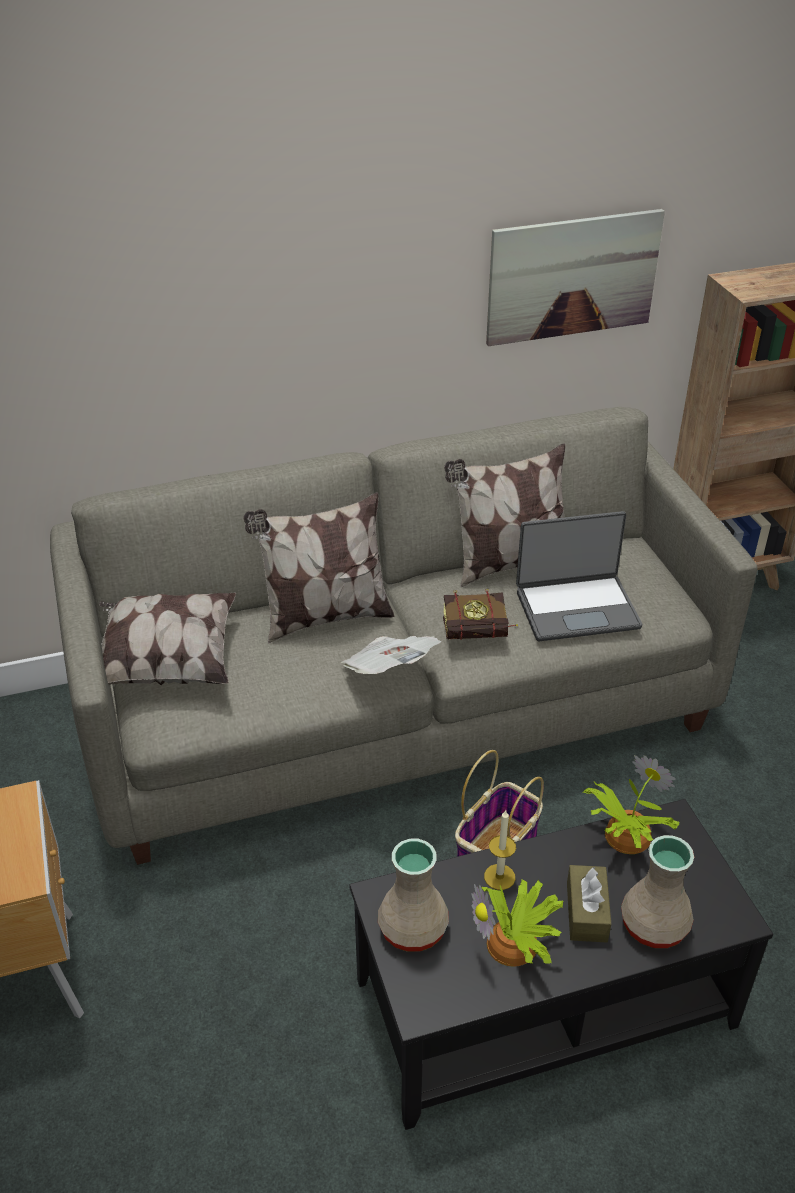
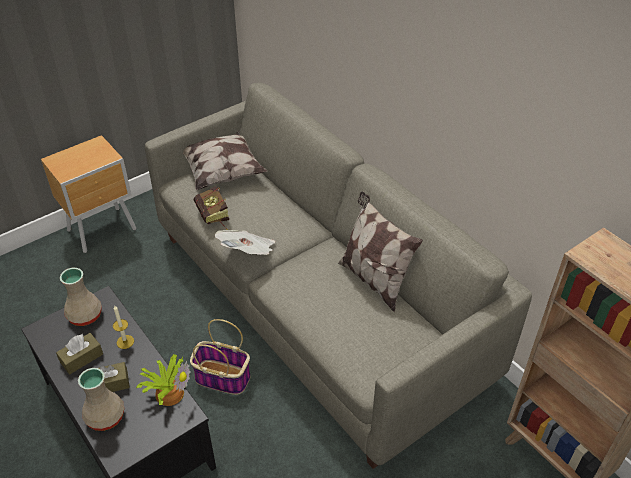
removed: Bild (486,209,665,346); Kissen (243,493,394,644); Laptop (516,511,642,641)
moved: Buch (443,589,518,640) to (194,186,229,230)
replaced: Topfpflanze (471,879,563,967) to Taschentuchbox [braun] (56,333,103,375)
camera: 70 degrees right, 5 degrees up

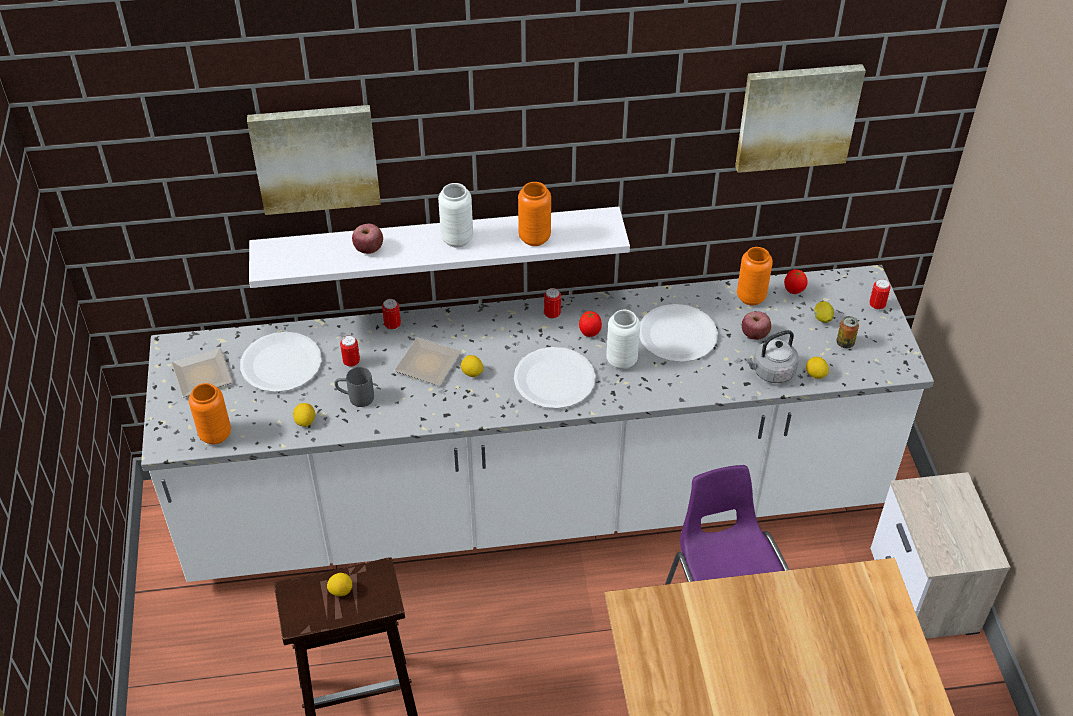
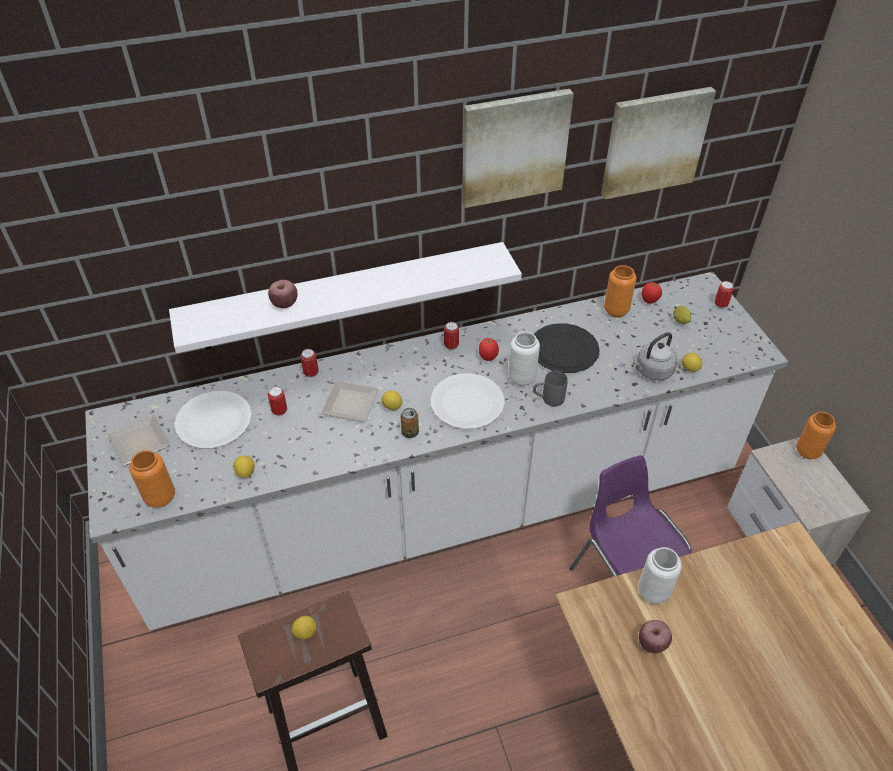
moved: Bild (247,105,381,215) to (462,89,574,208); Vase [orange] (518,182,551,246) to (796,412,836,459); Vase [weiß] (438,183,473,248) to (638,547,682,604); Apfel (742,311,771,340) to (639,620,672,653); Dose (836,316,859,348) to (400,408,419,438); Henkelbecher [grau] (335,367,374,407) to (533,371,568,406)
recoloured: Teller [weiß] (639,304,718,362) to Teller [schwarz] (534,323,600,373)
camera: 10 degrees left, 0 degrees up

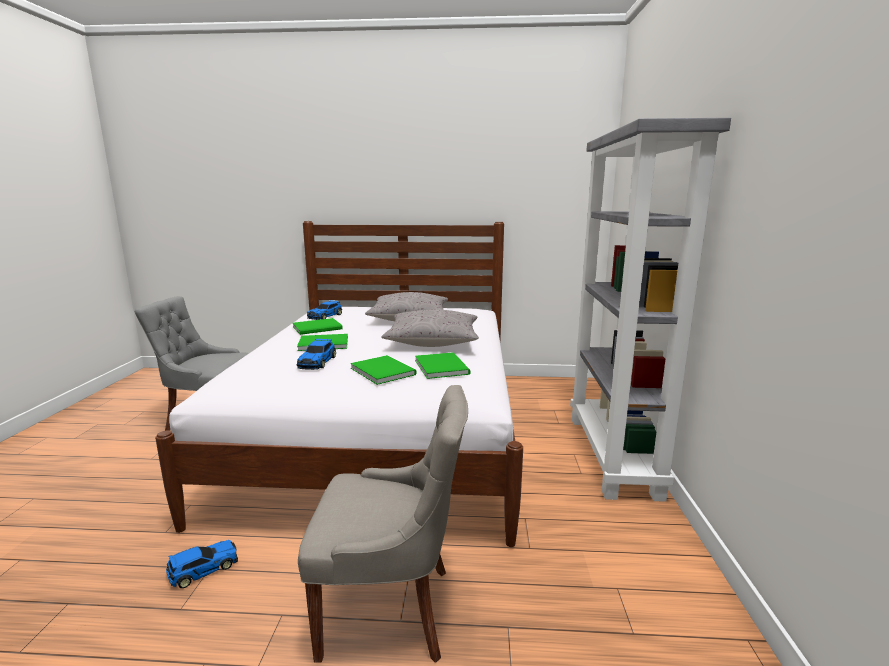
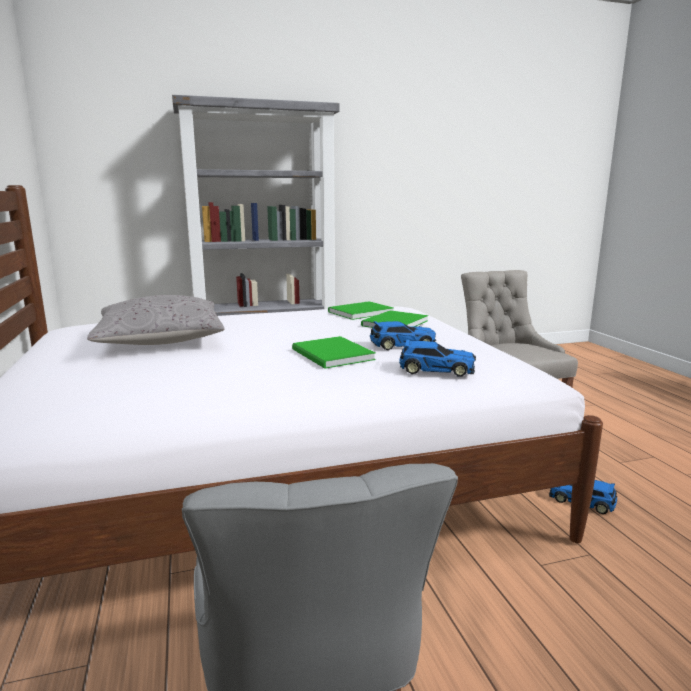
removed: Kissen [grau] (381,310,479,347); Buch [grün] (293,318,343,335)
moved: Spielzeugauto (307,300,342,320) to (399,339,476,376)
camera: 110 degrees left, 0 degrees up

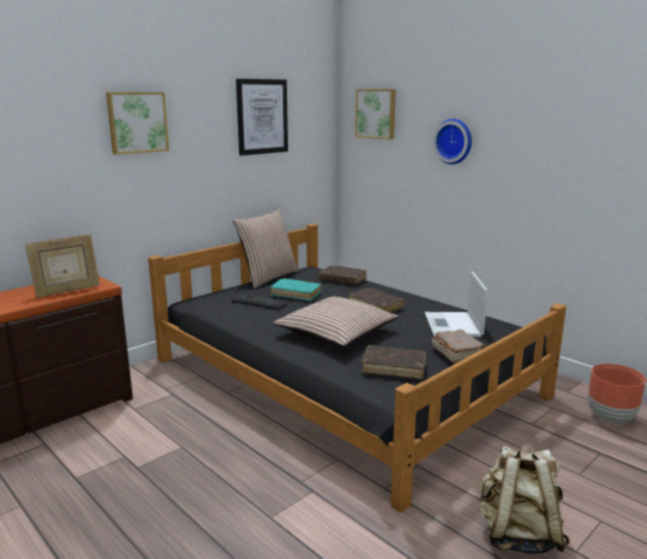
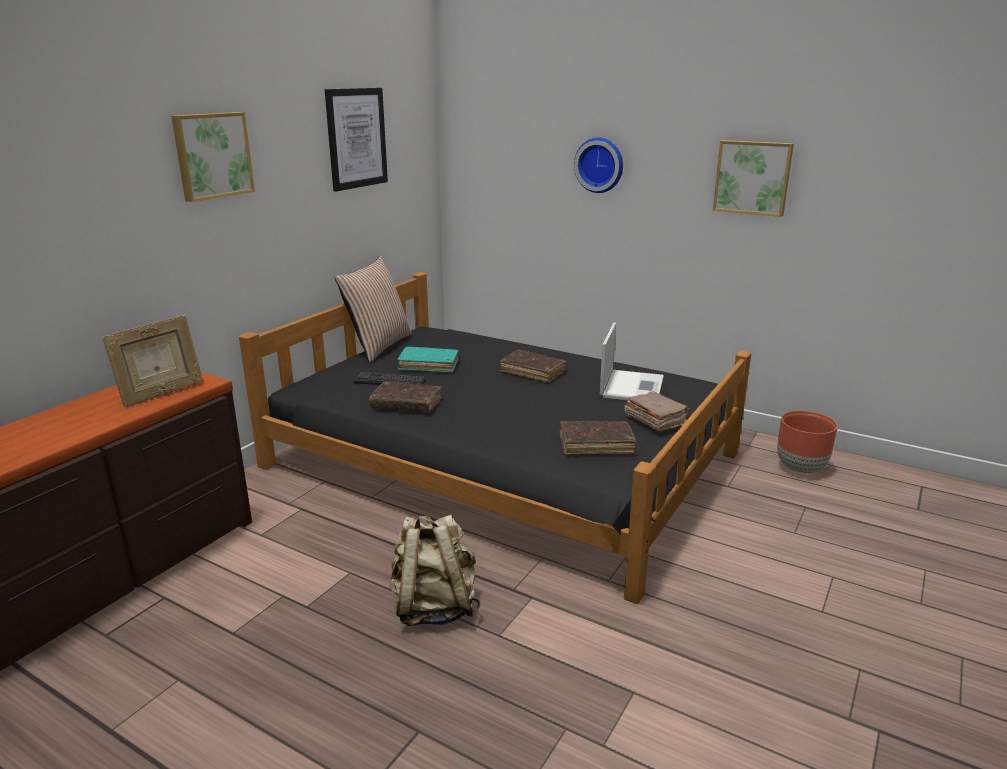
removed: Kissen (273,297,399,346)
moved: Bild (355,89,396,139) to (713,140,794,217); Buch [braun] (319,265,367,284) to (369,381,442,412); Rucksack [beige] (479,445,570,554) to (389,515,480,626)
turned: Laptop (425,271,488,337) = (600,322,664,401) 150 degrees counterclockwise
camera: 15 degrees left, 5 degrees up

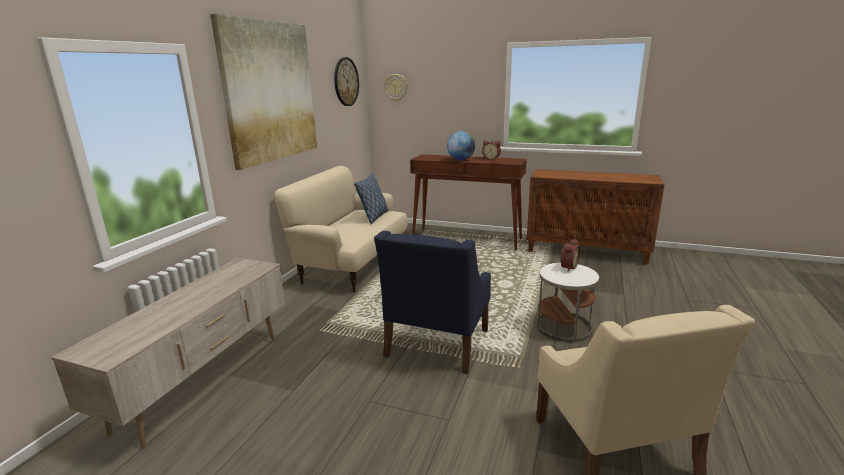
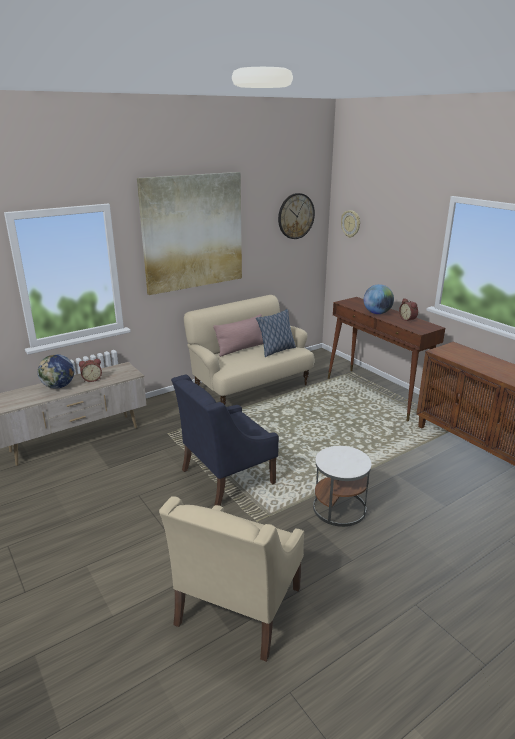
added: Kissen [rosa] (213,314,264,357); Globus (38,354,74,389)
moved: Wecker (559,239,580,272) to (79,359,102,382)
camera: 35 degrees right, 5 degrees up

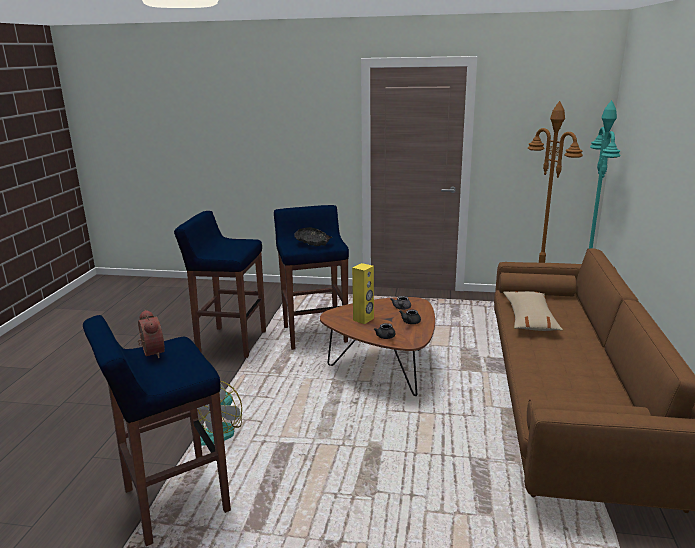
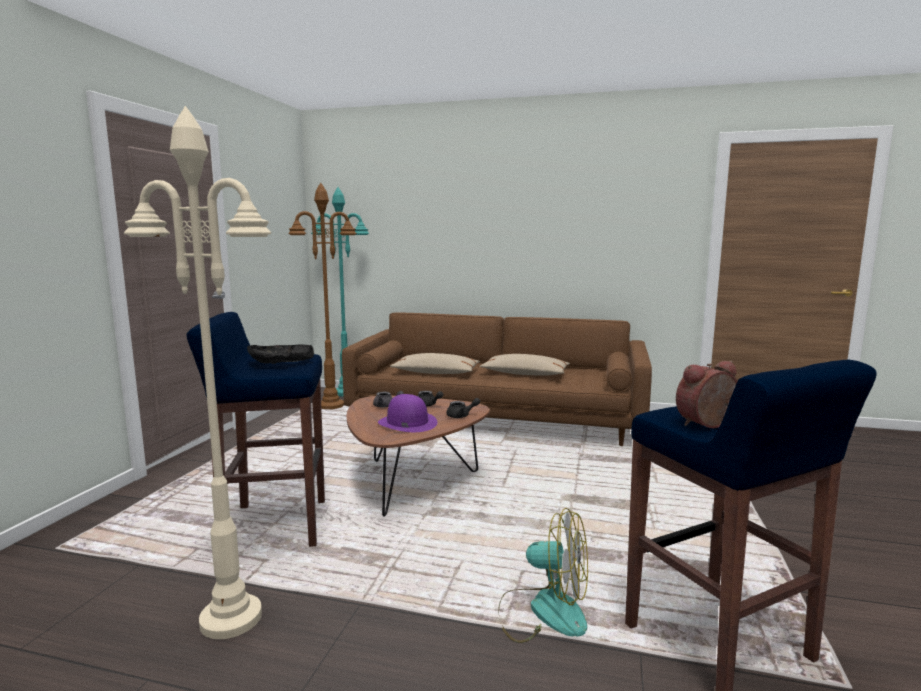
added: Kissen [beige] (480,354,570,376)
replaced: Hocker [blau] (174,211,266,358) to Stehlampe [beige] (124,106,271,639); Lautsprecher [gelb] (352,263,374,324) to Hut [lila] (378,394,437,432)
camera: 85 degrees left, 10 degrees down

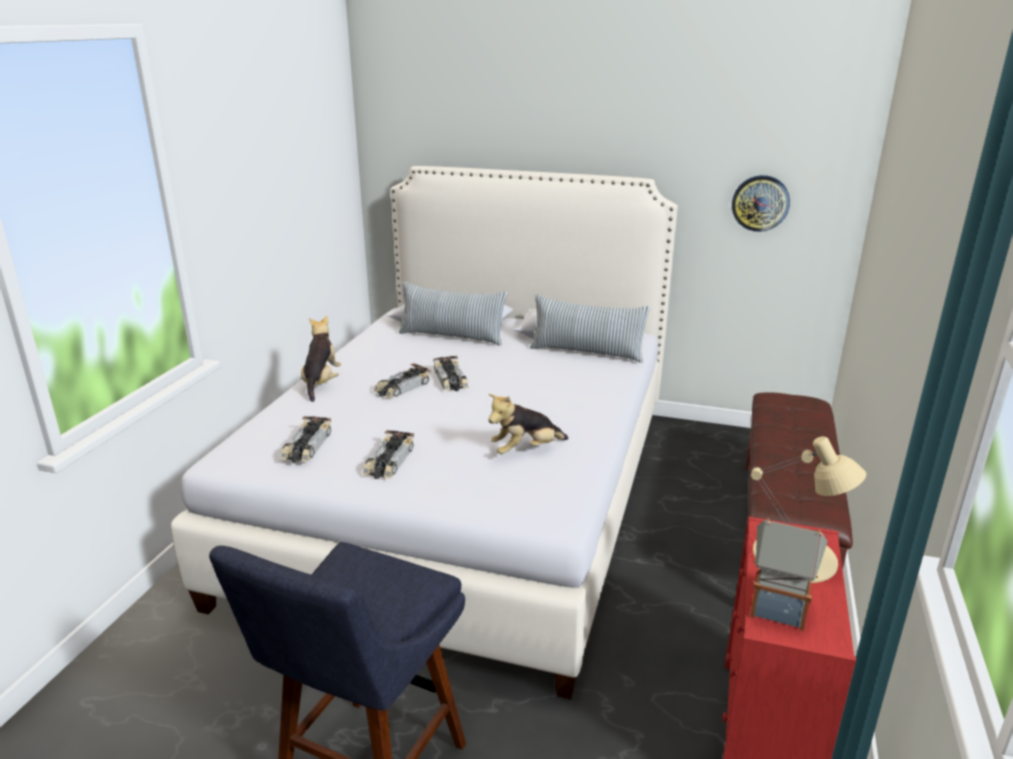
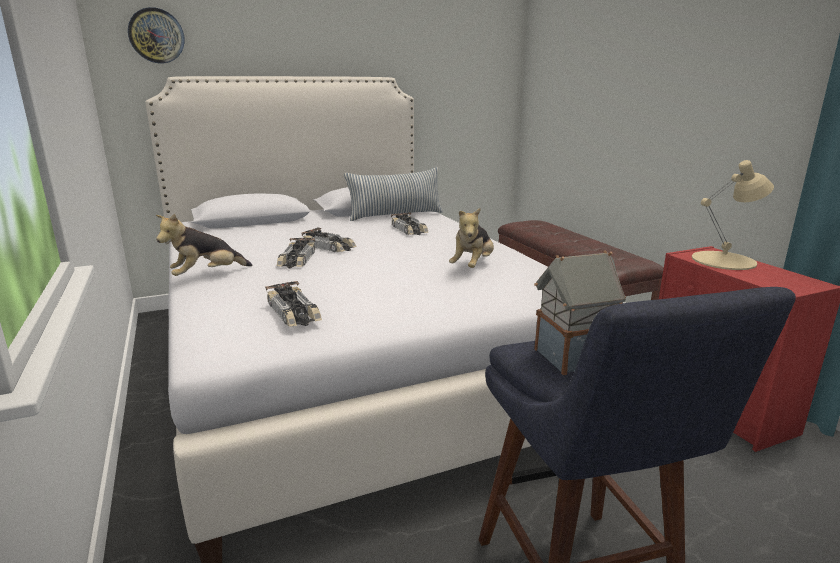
removed: Kissen (399,282,507,346)
moved: Wanduhr (732,175,790,232) to (128,7,185,63); Spielzeugauto (362,430,414,479) to (391,212,429,235); Spielzeughaus (750,518,828,631) to (534,250,626,375)
turned: Plüschtier (301,316,341,402) = (156,214,252,276) 90 degrees counterclockwise
camera: 40 degrees left, 5 degrees down

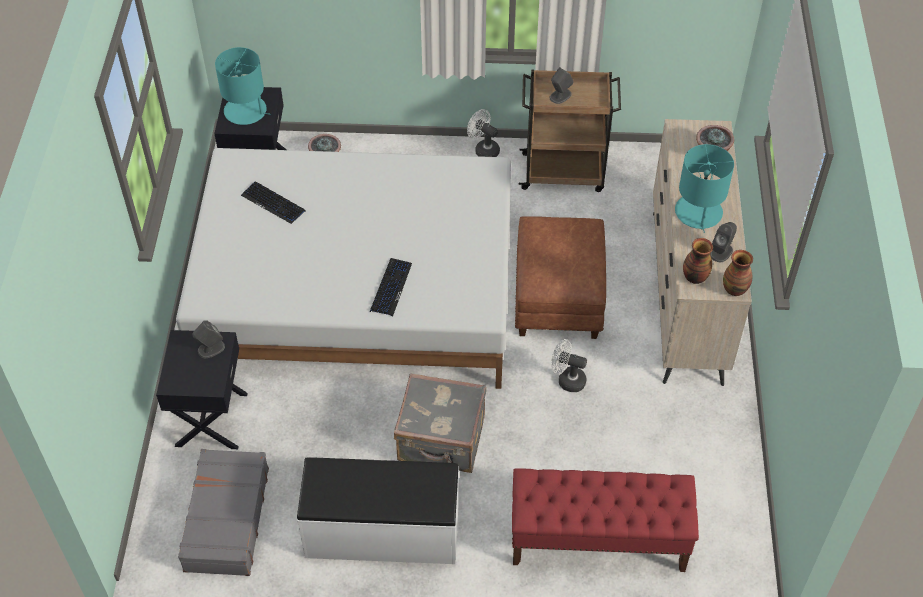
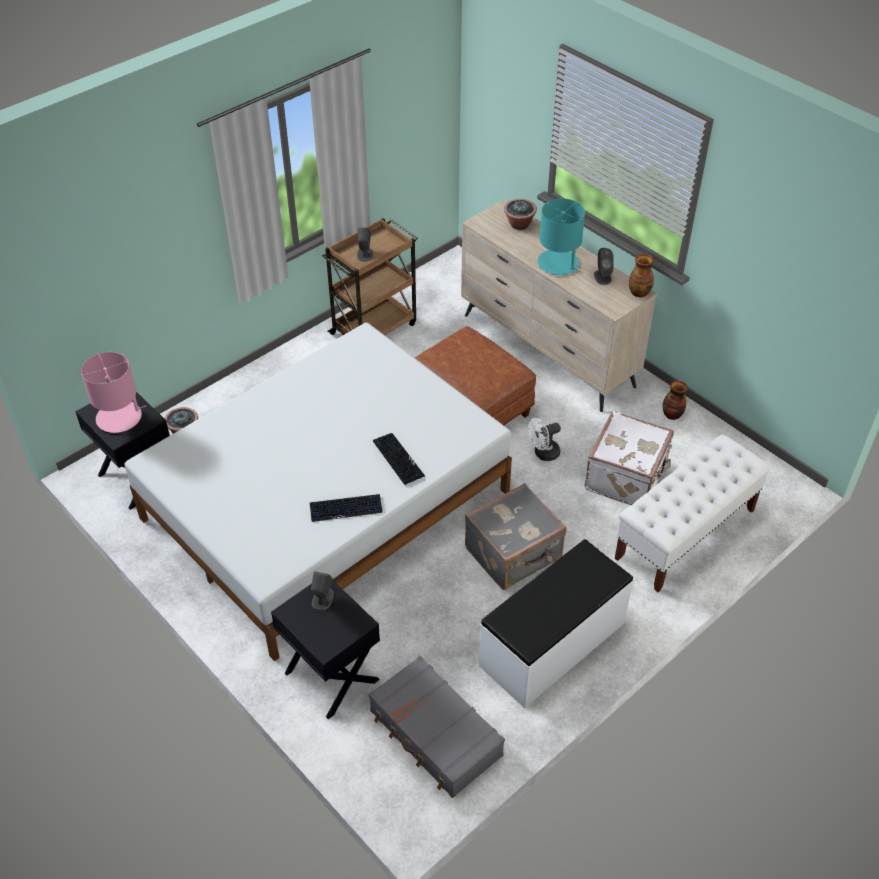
removed: Ventilator [weiß] (467,109,500,157)
added: Koffer [weiß] (585,411,674,505)
moved: Tastatur (241,181,306,224) to (310,494,383,522); Vase (683,238,713,284) to (663,381,688,420)
recoloured: Tischlampe [türkis] (215,47,270,125) to Tischlampe [rosa] (81,352,146,433); Bank [rot] (512,468,699,572) to Bank [weiß] (615,434,771,592)
camera: 45 degrees left, 5 degrees down

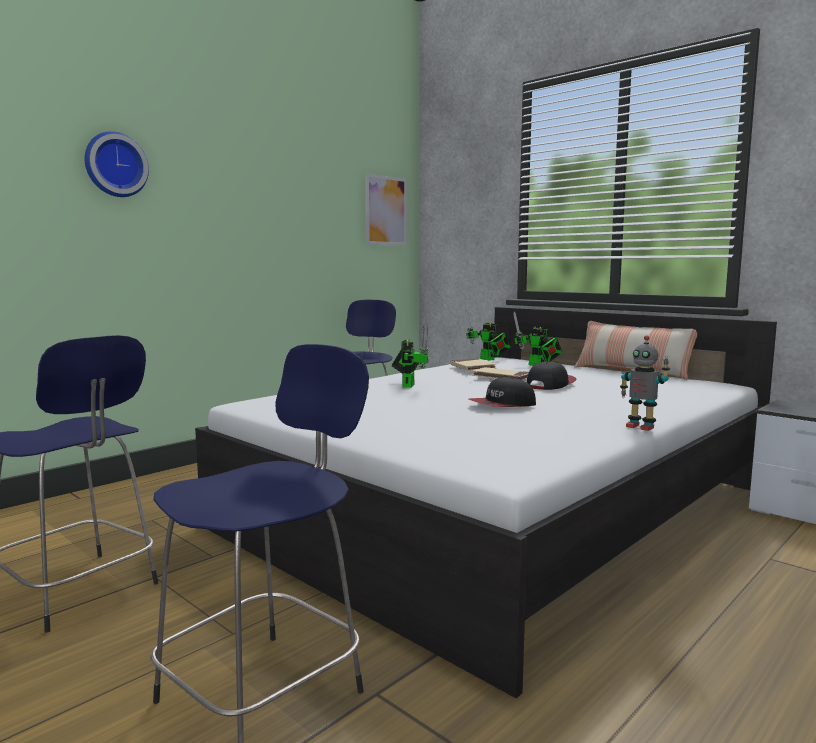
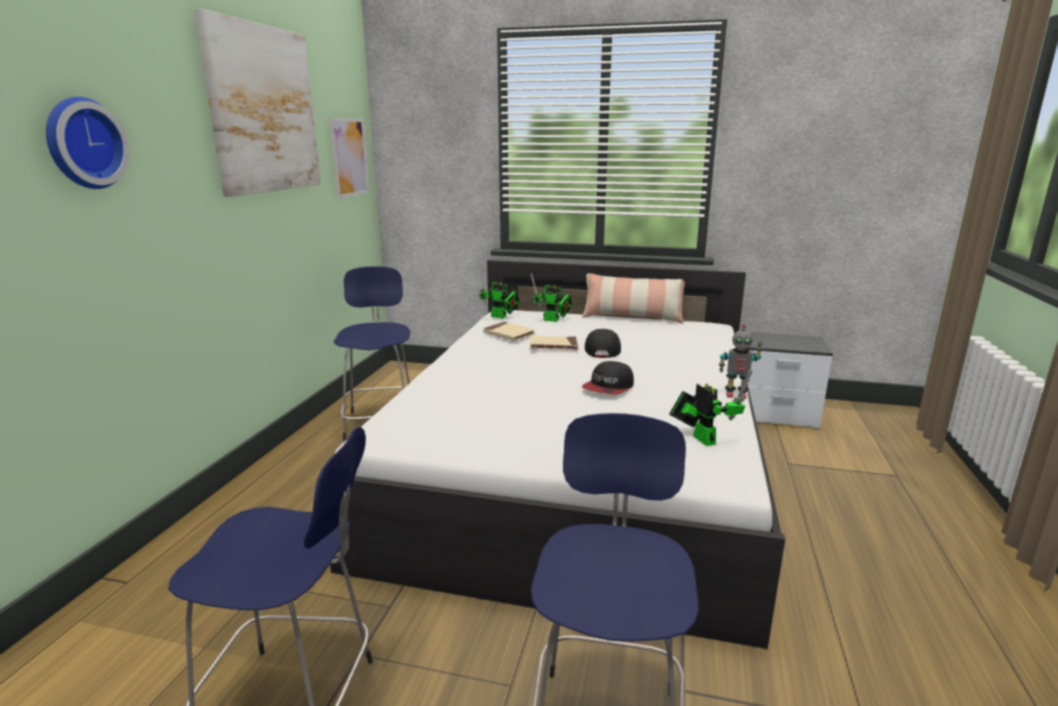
added: Bild (194,9,321,197)
moved: Spielzeugroboter (391,324,429,388) to (669,369,752,446)
camera: 30 degrees left, 10 degrees up

